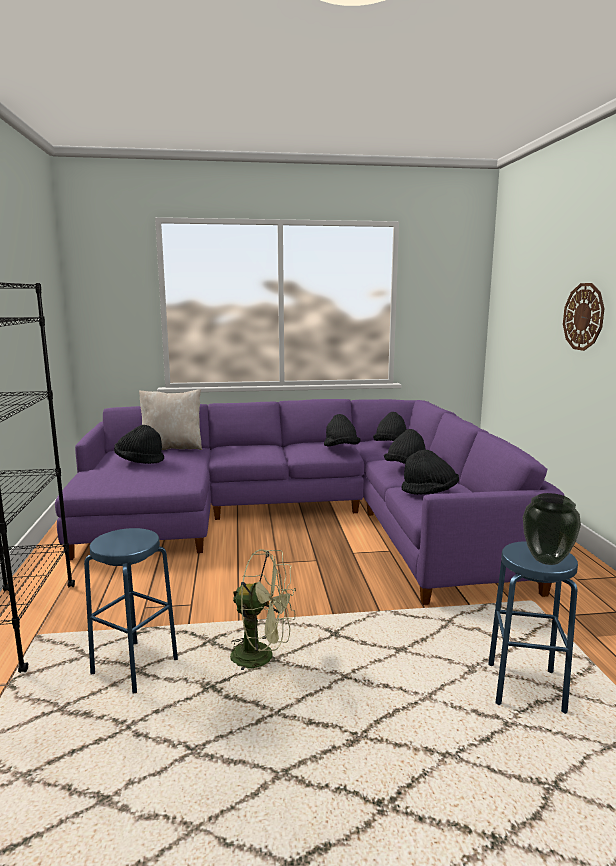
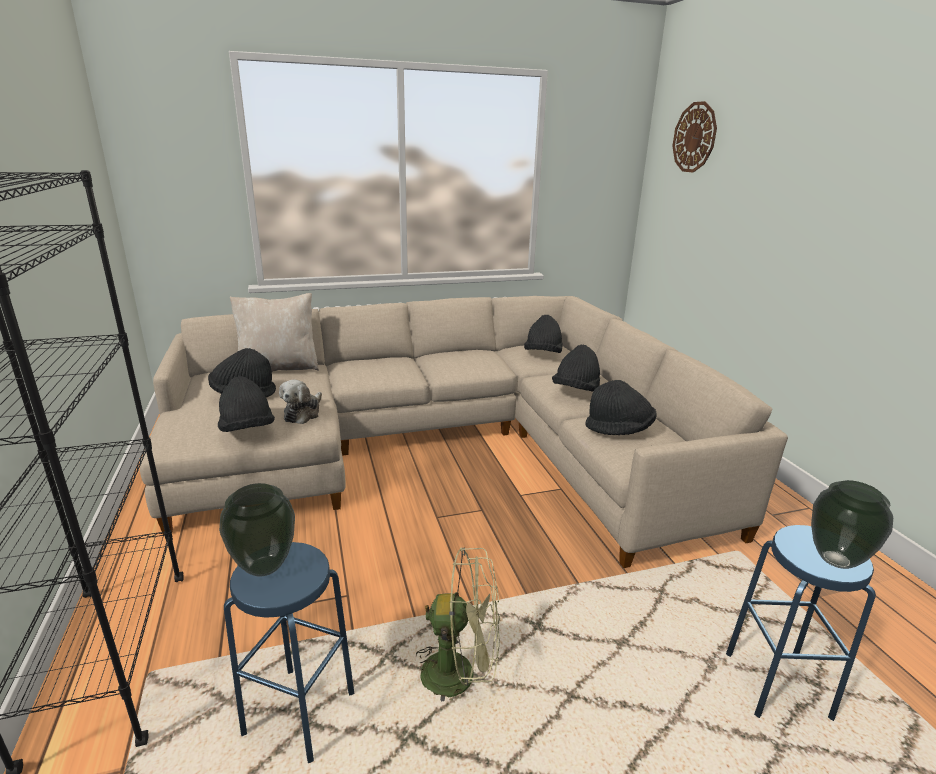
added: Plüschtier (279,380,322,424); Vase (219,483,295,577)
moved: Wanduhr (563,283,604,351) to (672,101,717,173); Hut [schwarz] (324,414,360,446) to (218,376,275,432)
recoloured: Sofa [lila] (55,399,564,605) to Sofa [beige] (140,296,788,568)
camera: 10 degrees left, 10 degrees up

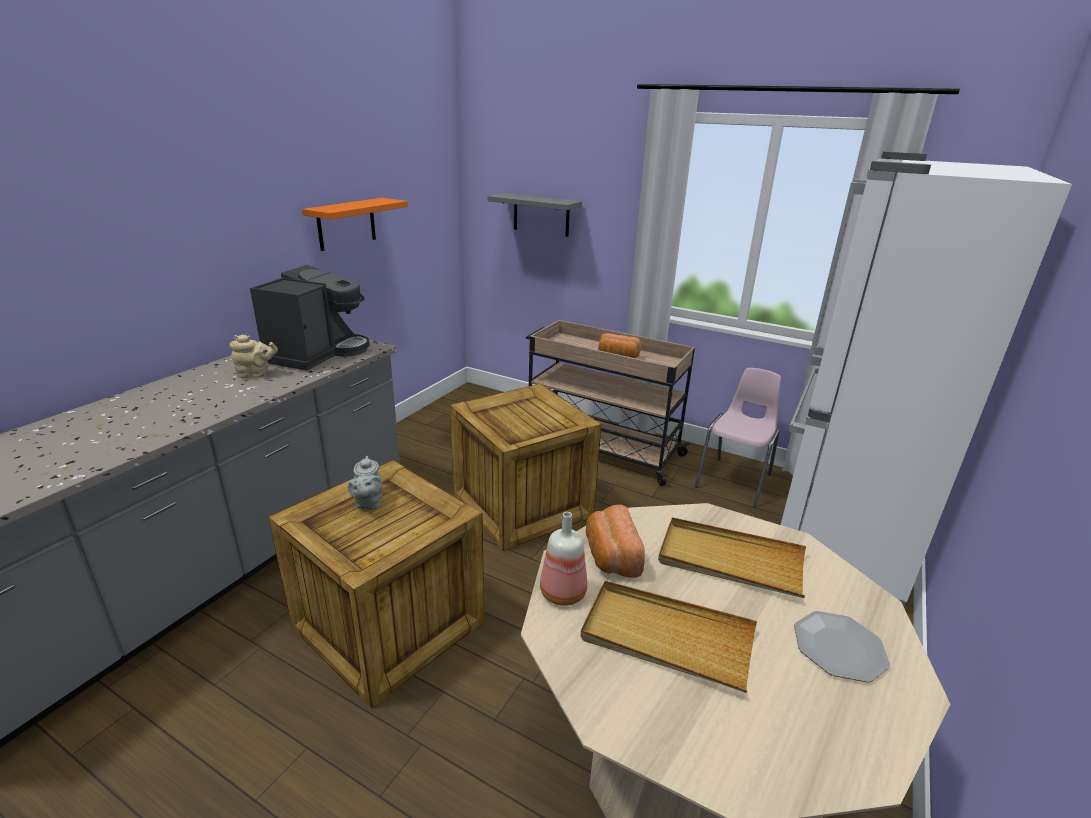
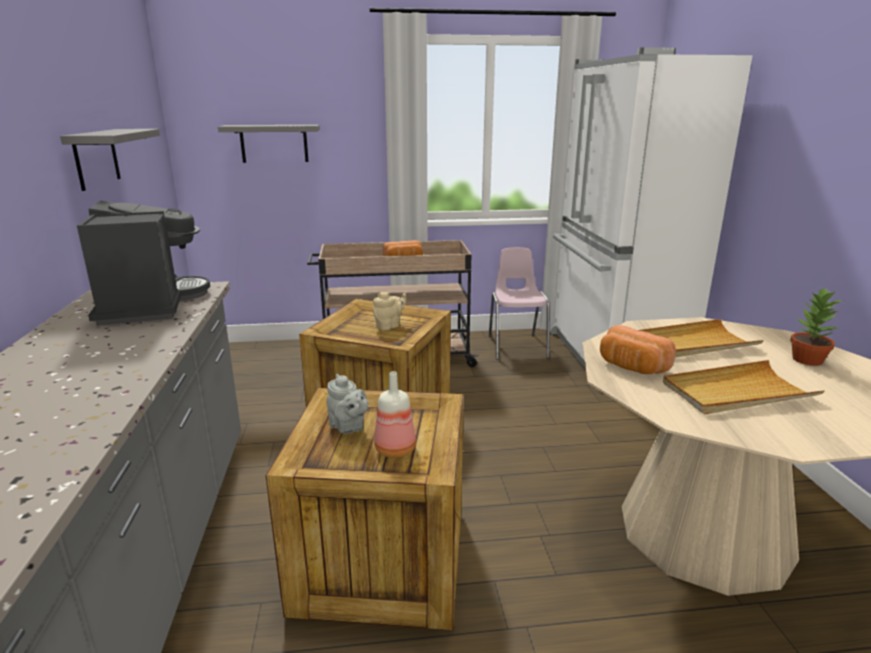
moved: Teekanne [beige] (230,335,278,378) to (373,292,406,330); Flasche (540,512,587,606) to (374,371,416,458)
replaced: Teller (794,611,890,682) to Topfpflanze (790,288,844,366)
recoloured: Wandregal [orange] (302,198,408,251) to Wandregal [grau] (60,129,160,191)
camera: 35 degrees left, 5 degrees down

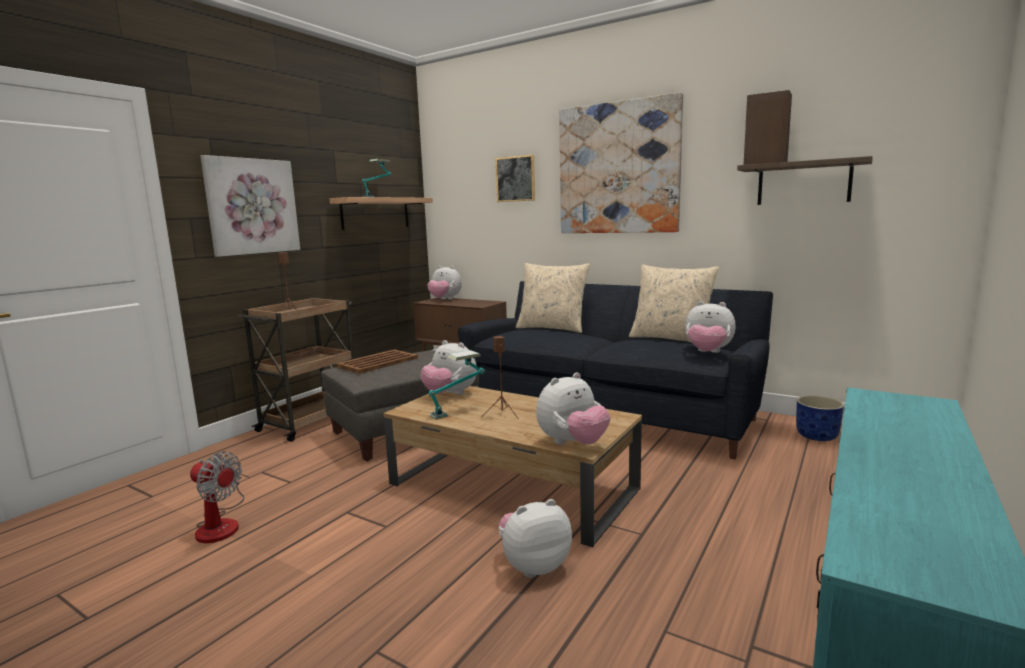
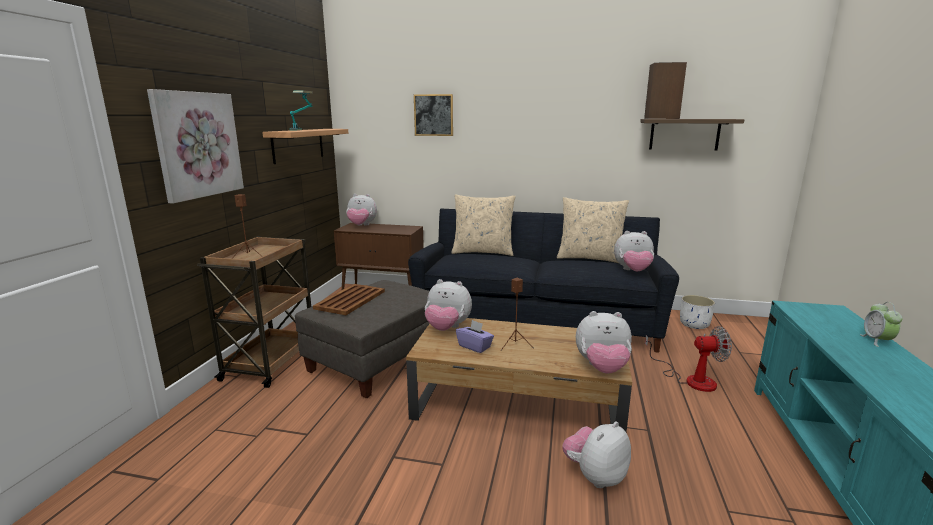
removed: Bild (559,92,683,233)
added: Wecker (860,302,903,347)
moved: Ventilator (190,451,245,543) to (645,326,732,392)
replaced: Tischlampe (429,350,485,420) to Taschentuchbox [lila] (456,320,494,353)
recoloured: Pflanzkübel [blau] (796,396,844,441) to Pflanzkübel [weiß] (680,295,715,329)
turned: Plüschtier (536,372,610,445) = (576,311,632,374) 60 degrees clockwise
camera: 20 degrees left, 5 degrees up

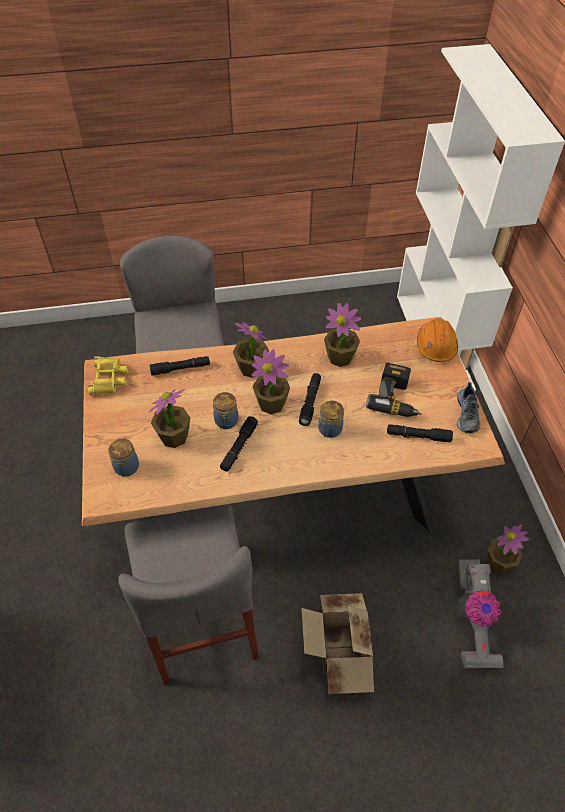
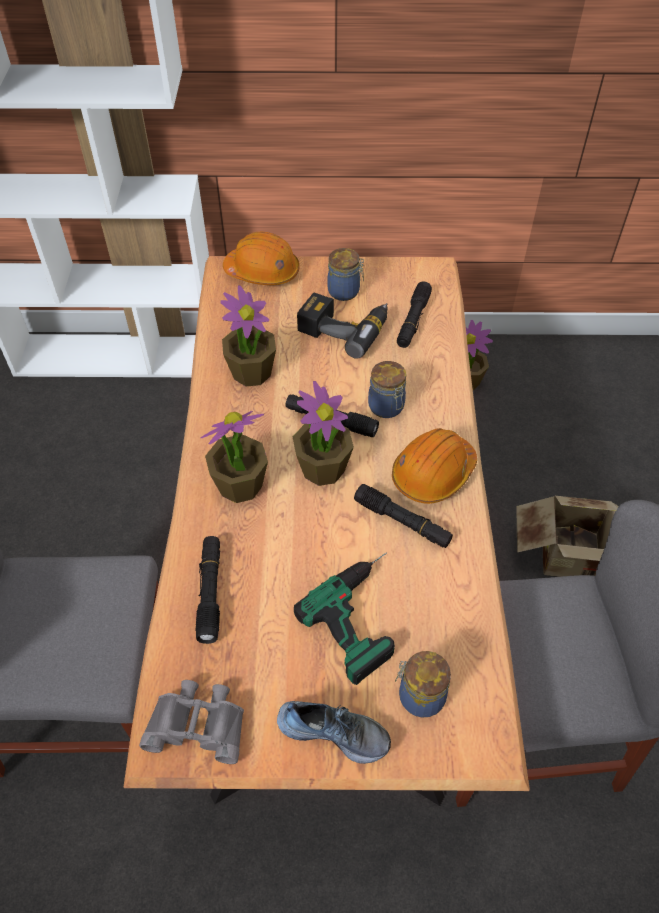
removed: Staubsauger (457,560,504,669)
added: Schutzhelm [orange] (392,428,477,504)
moved: Schuh (457,382,480,433) to (277,701,391,764); Vorratsglas (213,392,238,429) to (327,248,364,301)
replaced: Topfpflanze (149,389,190,448) to Bohrmaschine (294,552,395,685)
recoloured: Fernglas [gelb] (88,356,128,395) to Fernglas [grau] (139,680,244,764)
camera: 80 degrees left, 0 degrees up

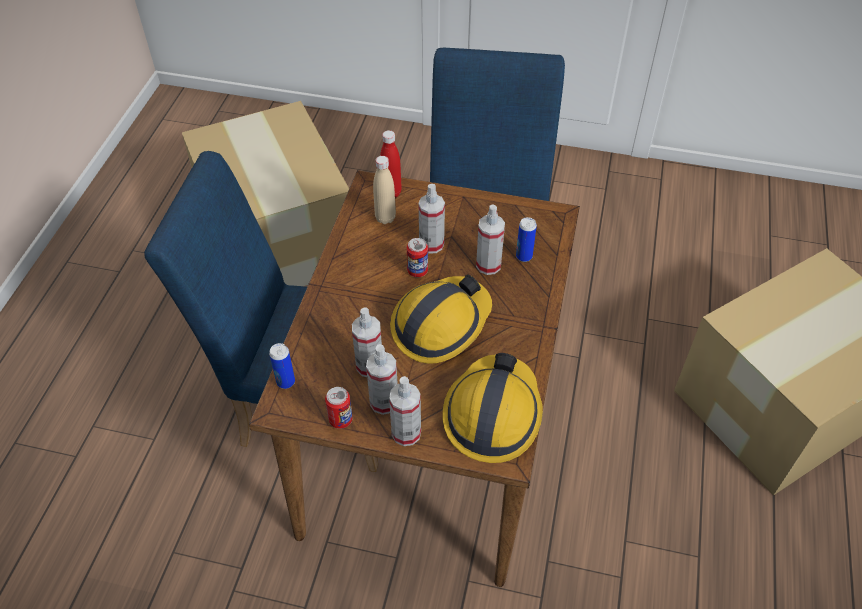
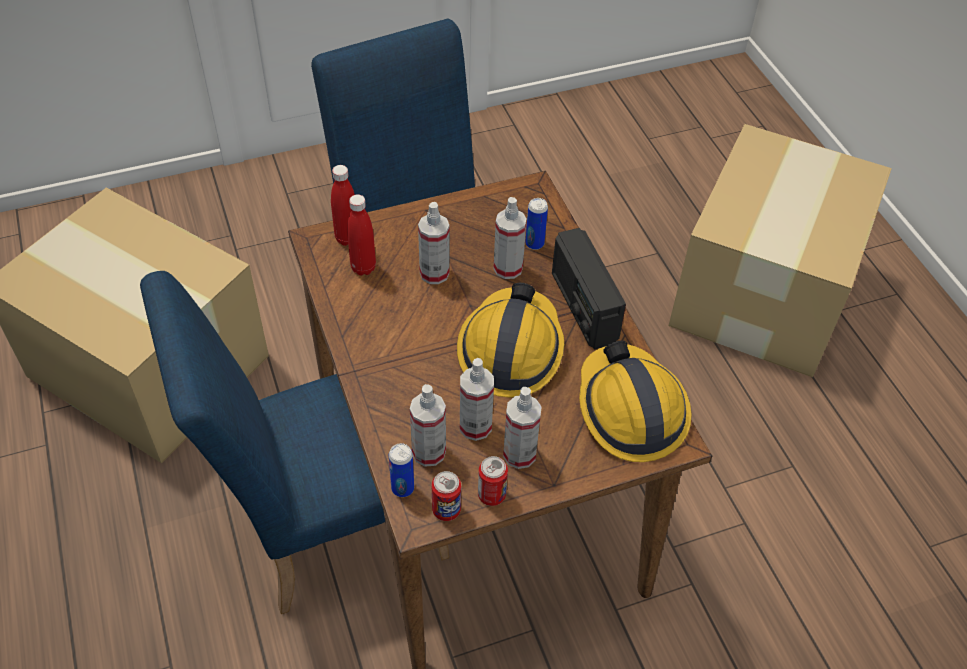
added: Radio (552,228,626,349)
moved: Dose (407,238,428,277) to (432,471,461,521); Sprühflasche (389,376,421,446) to (410,384,446,467)
recoloured: Flasche [beige] (373,156,396,224) to Flasche [rot] (347,194,376,275)
camera: 35 degrees left, 0 degrees up

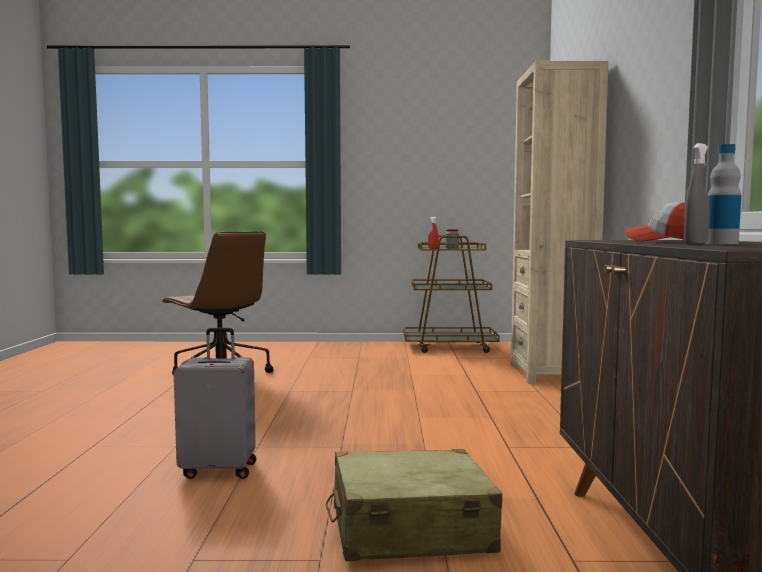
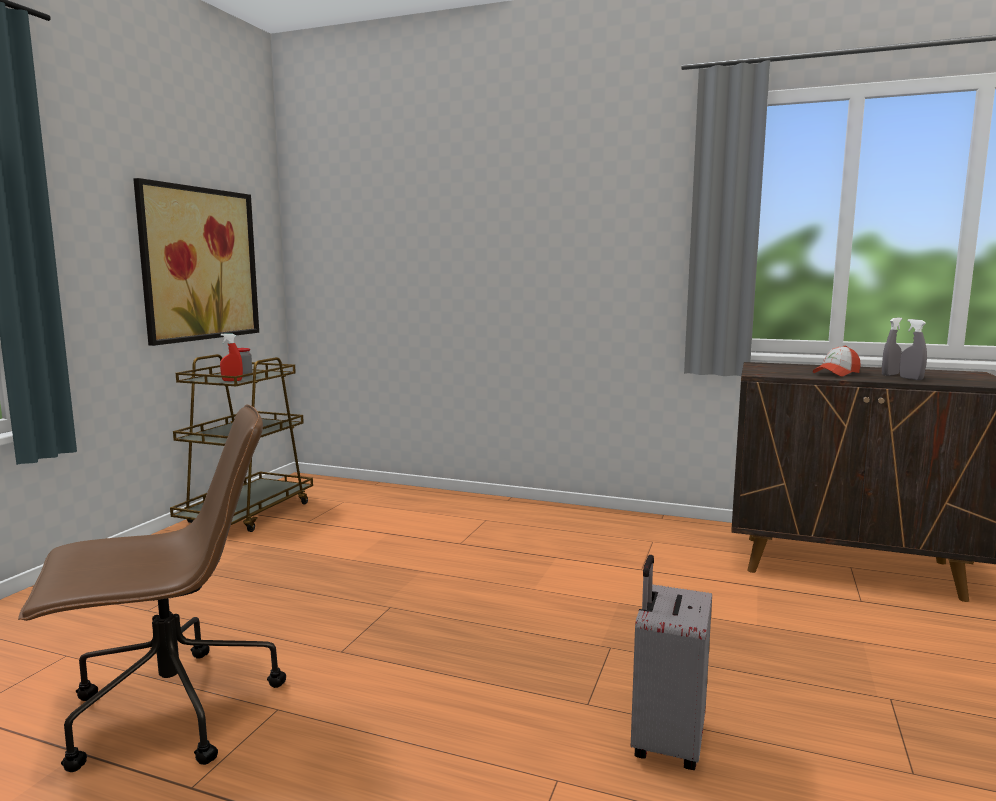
removed: Bücherregal [beige] (511,61,609,384); Koffer [beige] (326,449,502,561)
added: Bild (133,178,259,346)
replaced: Flasche (705,144,741,244) to Sprühflasche [grau] (882,317,902,376)
camera: 70 degrees left, 5 degrees up

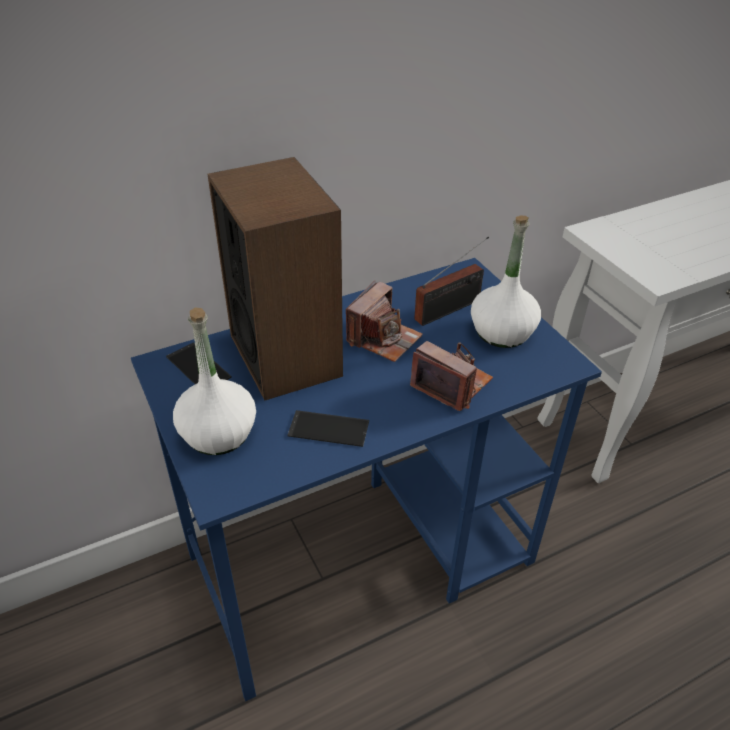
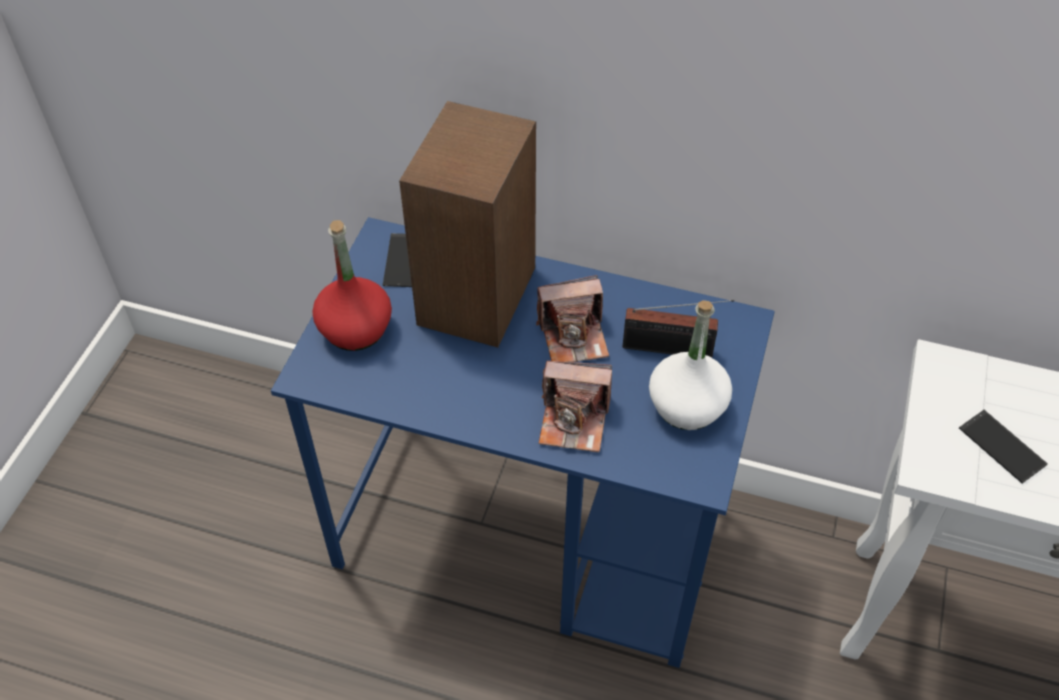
moved: Handy (287,410,369,447) to (959,410,1048,484)
recoloured: Flasche [weiß] (173,308,256,455) to Flasche [rot] (312,220,392,351)
turned: Kamera (410,341,493,411) = (539,361,612,452) 105 degrees clockwise
camera: 45 degrees right, 10 degrees up

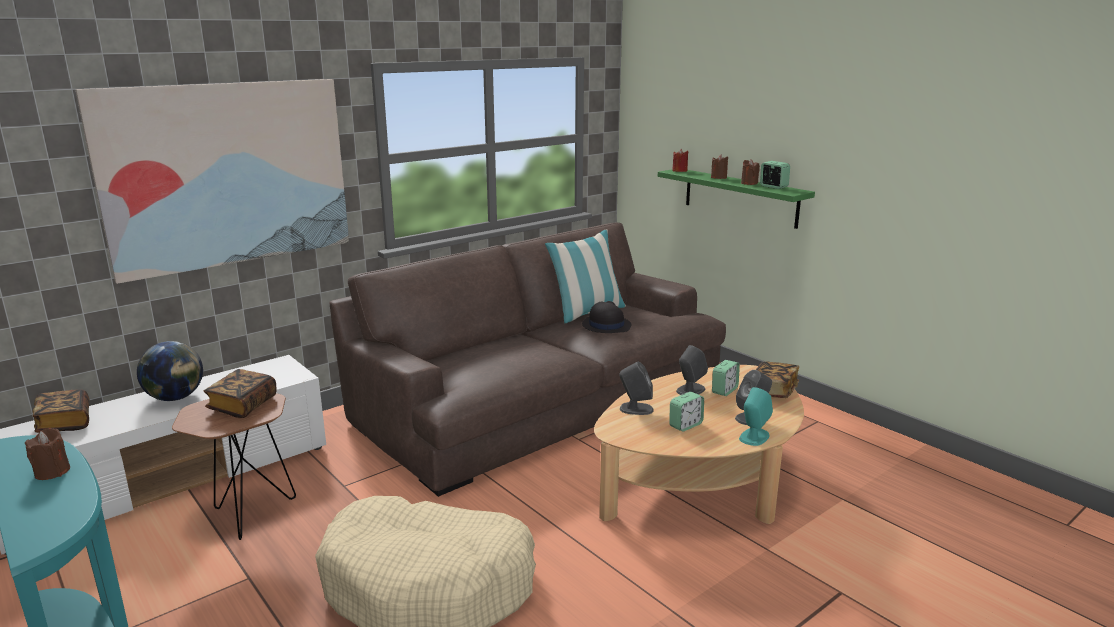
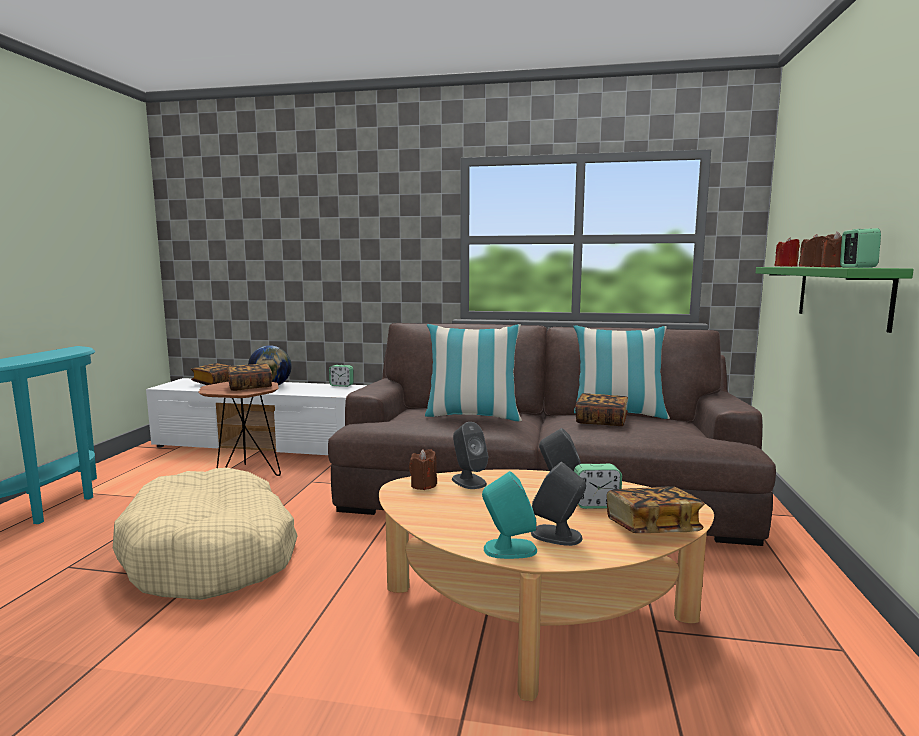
removed: Bild (75,79,349,284)
added: Kissen (425,324,522,421)
moved: Wecker (669,392,704,432) to (329,365,354,387); Kerze [braun] (25,428,70,480) to (409,449,437,490)
replaced: Hut [schwarz] (582,301,631,333) to Buch (575,393,628,426)
camera: 50 degrees right, 10 degrees down

